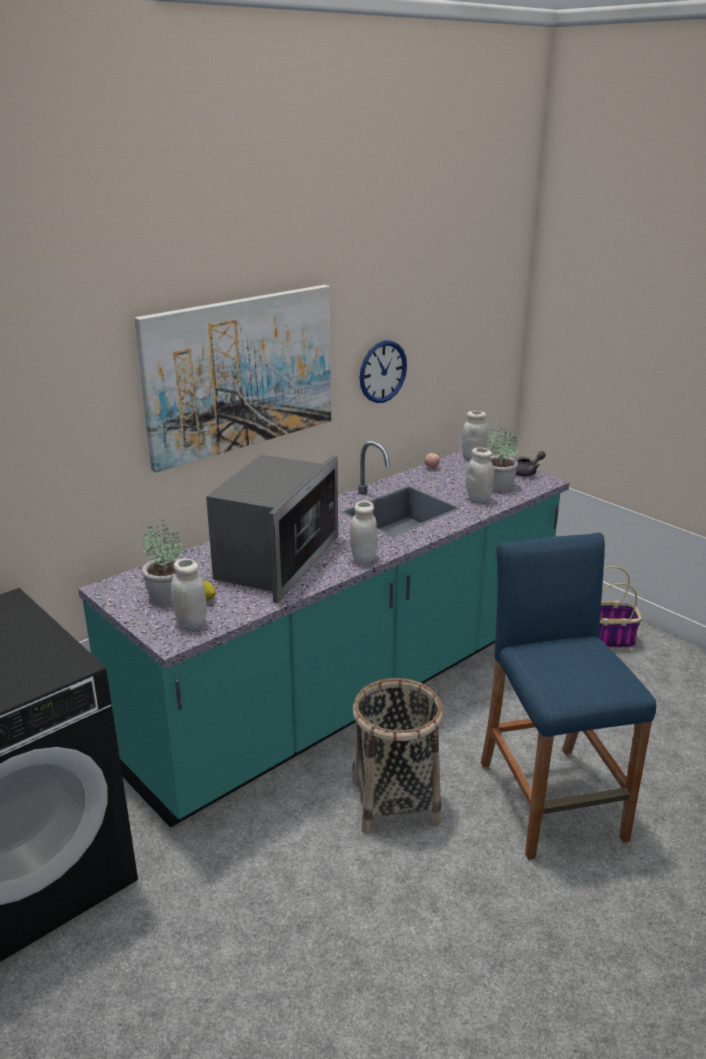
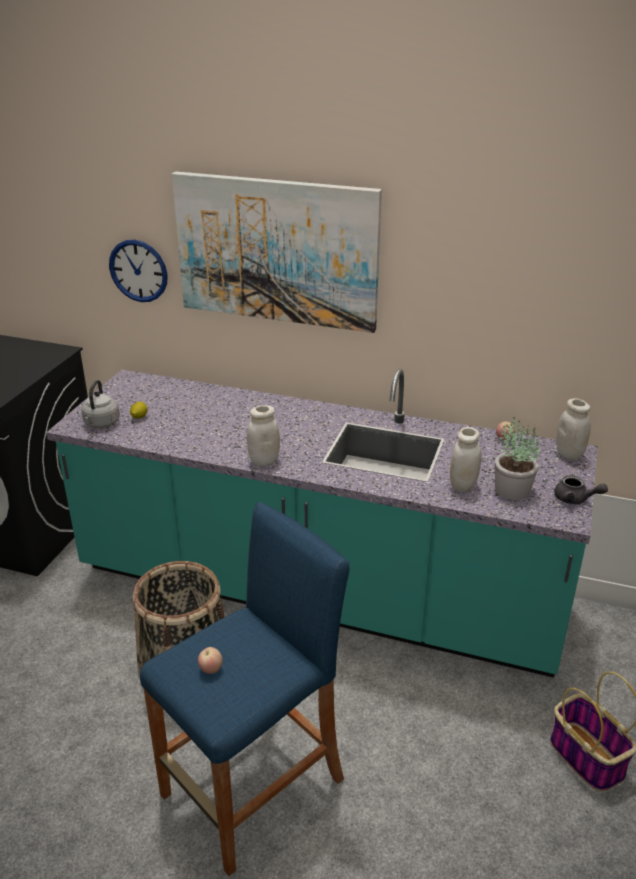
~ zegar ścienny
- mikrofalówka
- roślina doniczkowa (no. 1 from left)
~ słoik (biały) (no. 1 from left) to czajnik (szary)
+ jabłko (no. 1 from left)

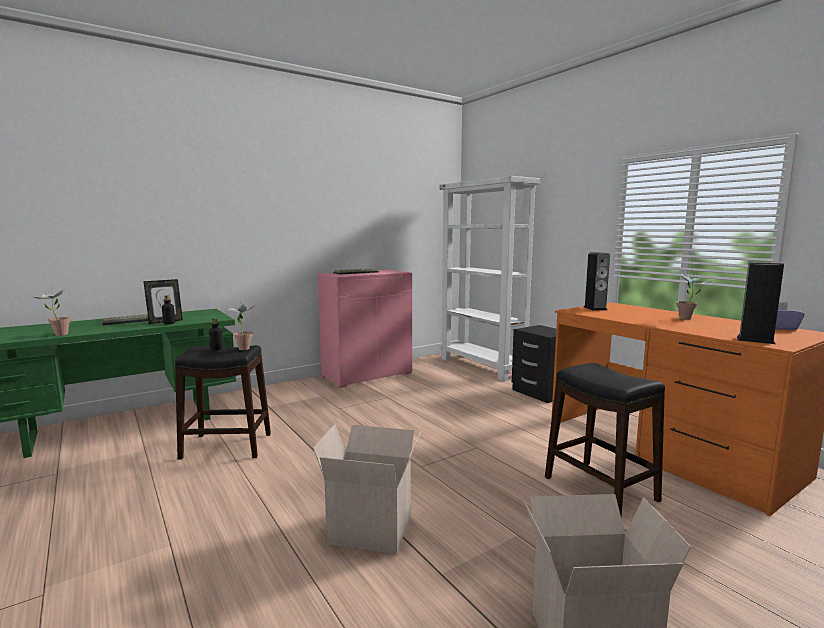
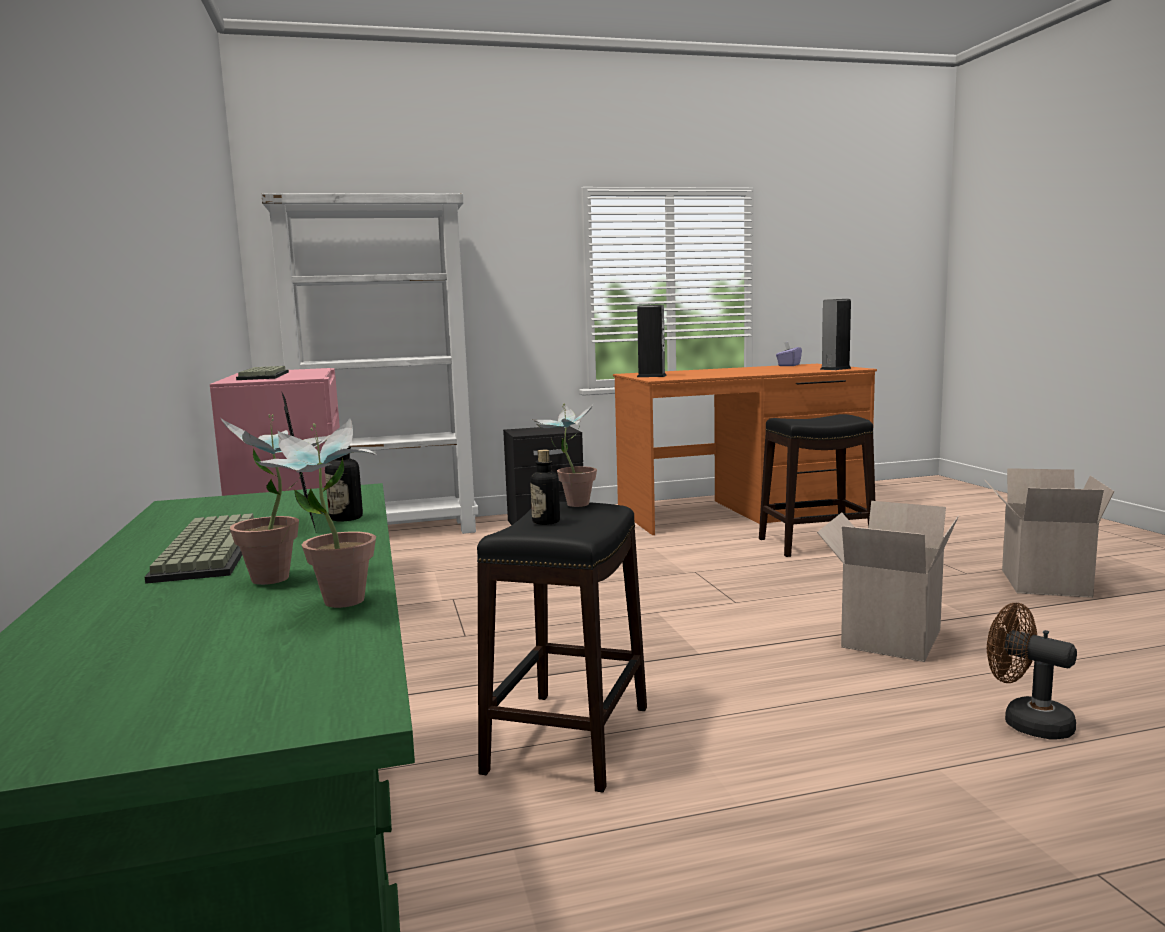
~ roślina doniczkowa (no. 3 from left in the first image) to roślina doniczkowa (no. 1 from left)
+ wentylator (brązowy)

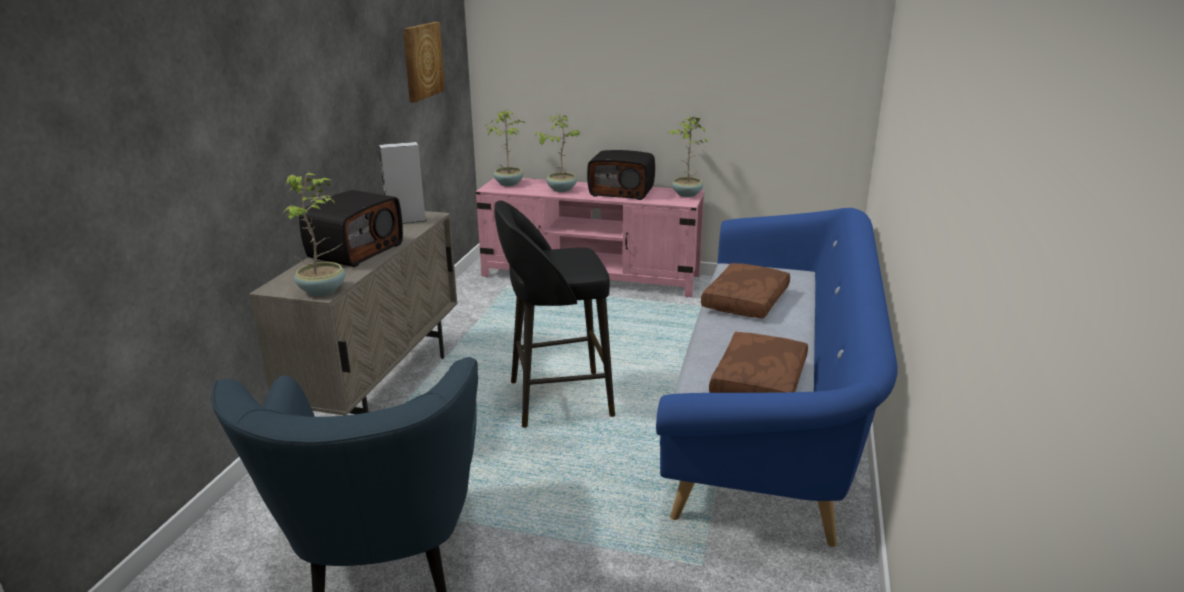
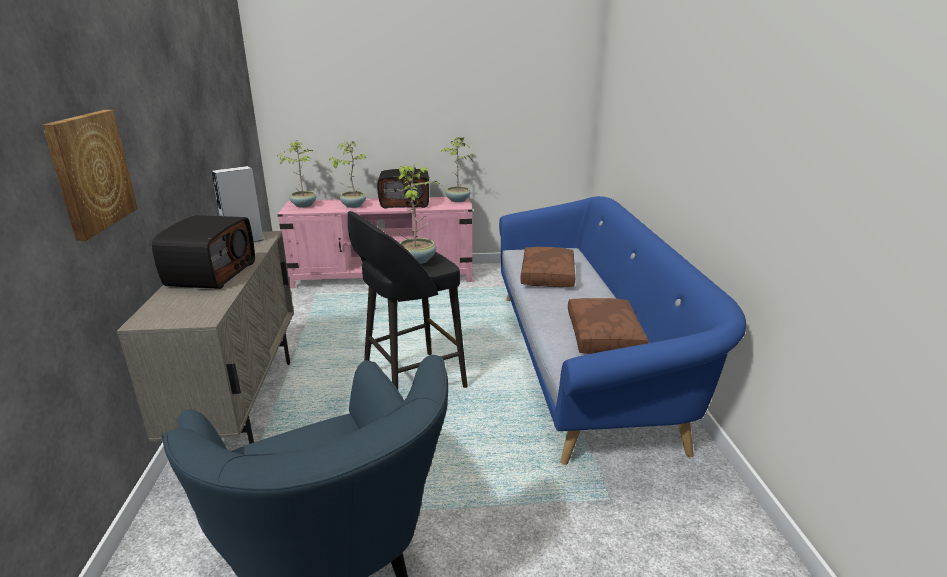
~ obraz
~ roślina doniczkowa (no. 1 from left in the first image) to roślina doniczkowa (no. 3 from left)

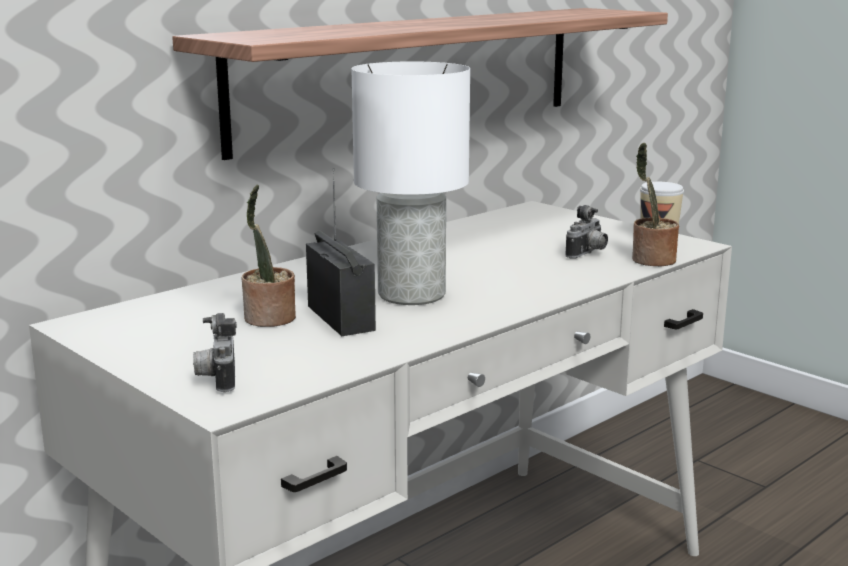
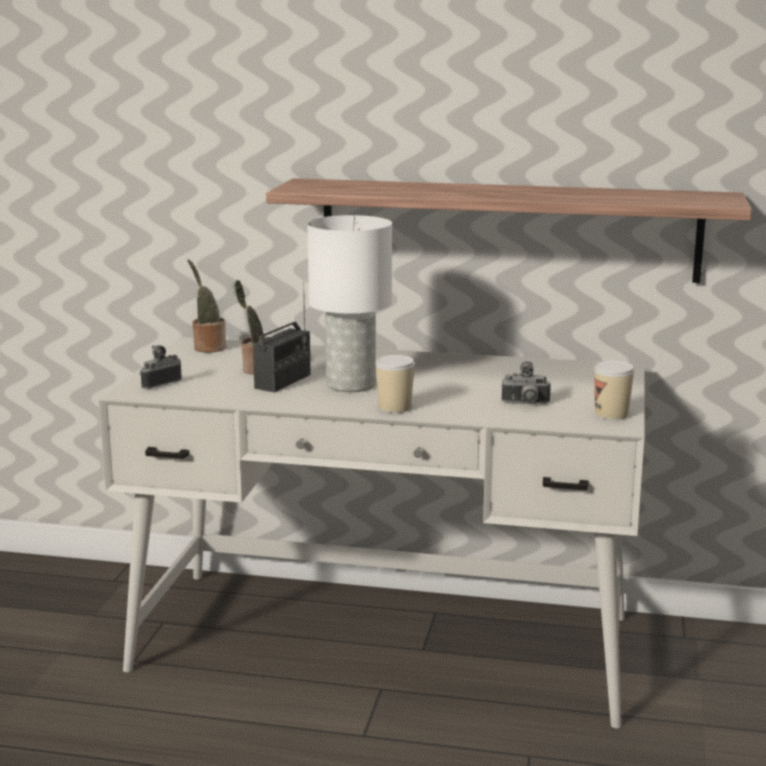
~ roślina doniczkowa (no. 2 from left in the first image) to roślina doniczkowa (no. 1 from left)
+ filiżanka (no. 1 from left)

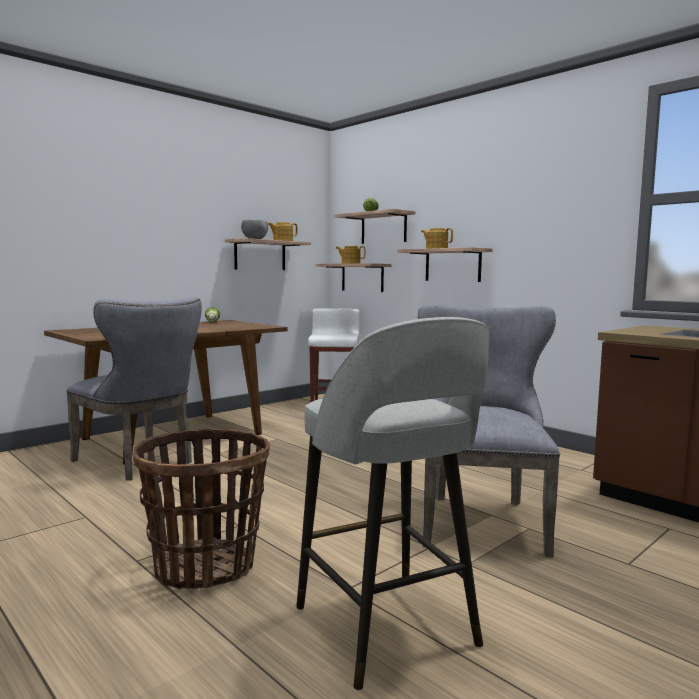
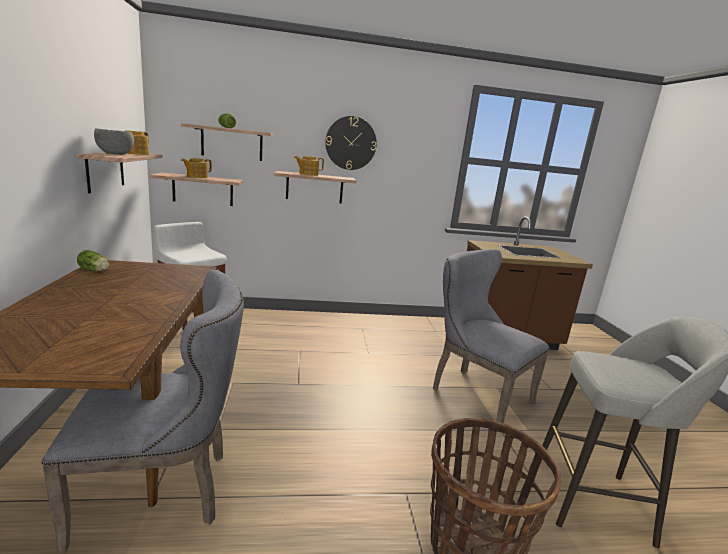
+ zegar ścienny

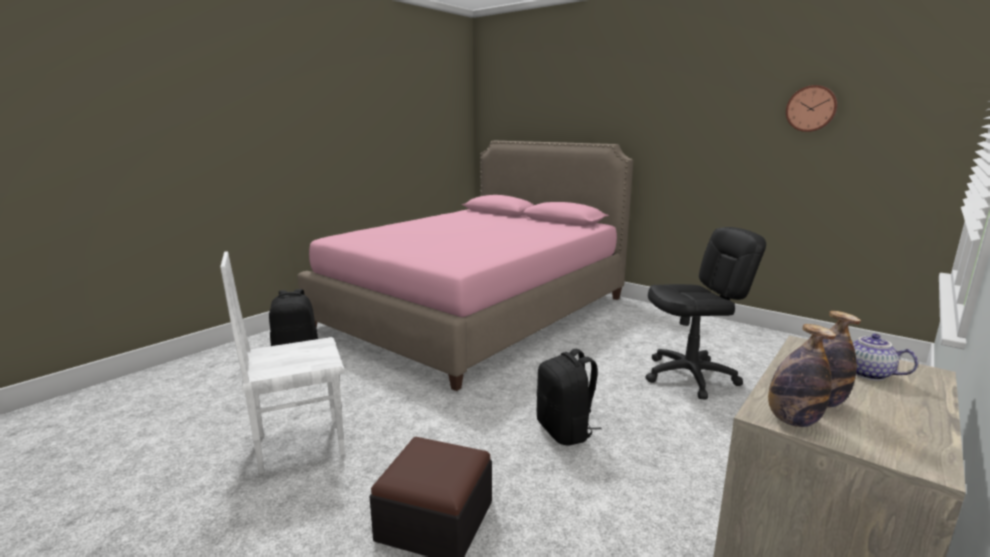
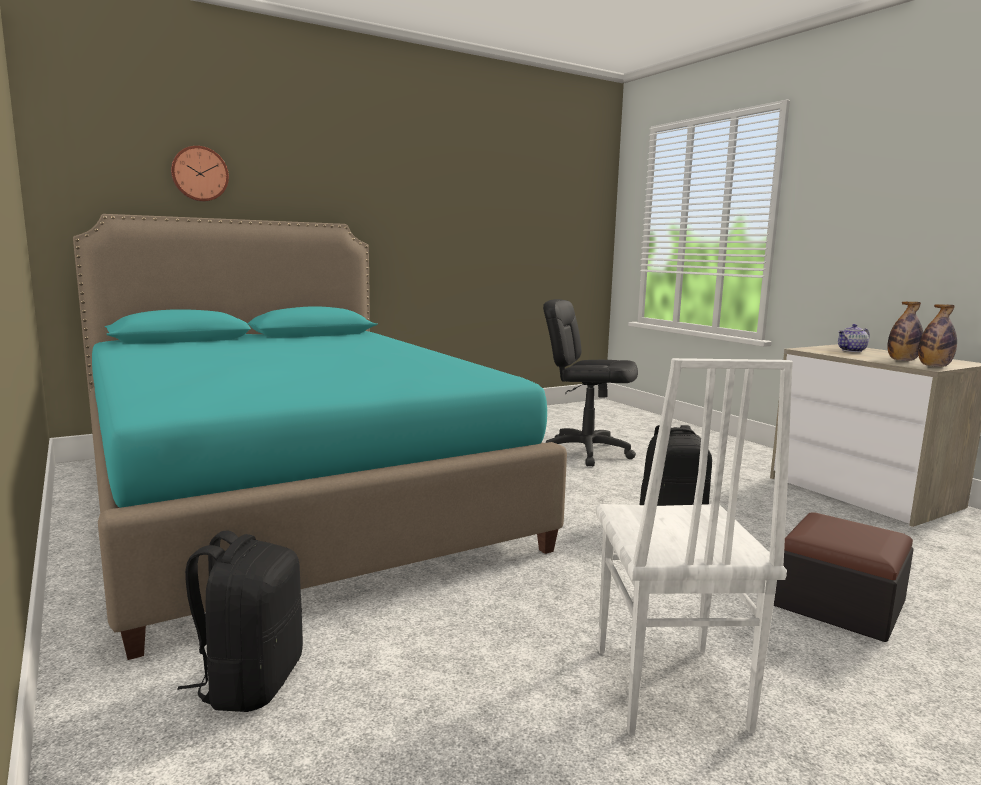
~ zegar ścienny
~ łóżko (różowy) to łóżko (turkusowy)
~ krzesło biurowe (czarny) 75 degrees counterclockwise

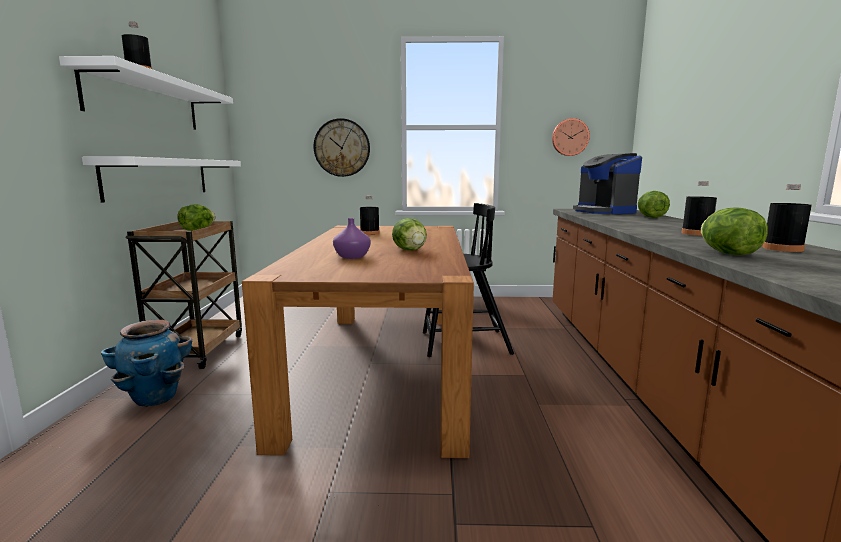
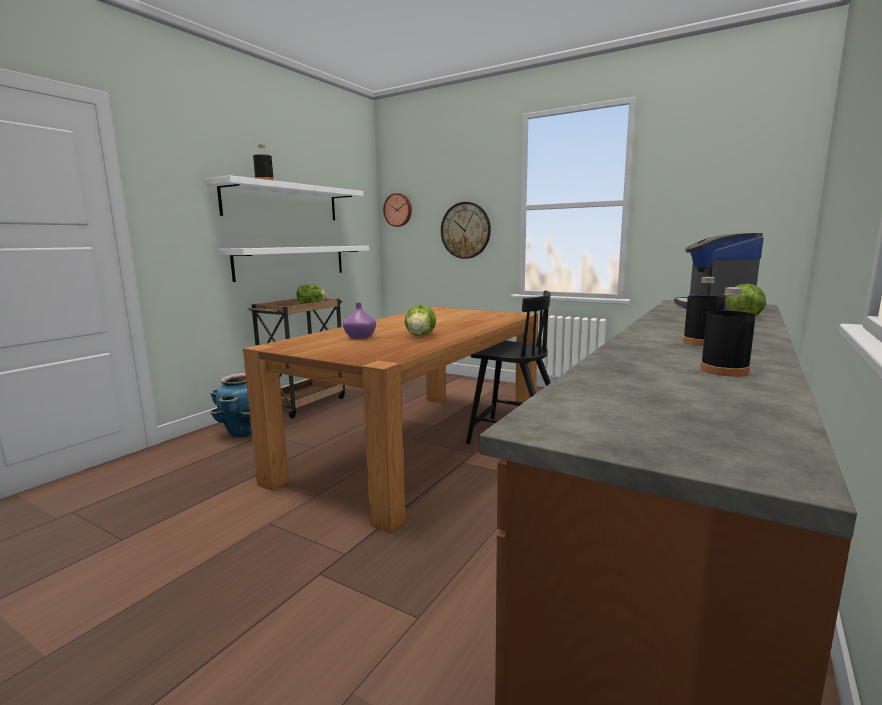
~ zegar ścienny (no. 2 from left in the first image) to zegar ścienny (no. 1 from left)
- butelka (czarny) (no. 2 from left)
- sałata (no. 4 from left)

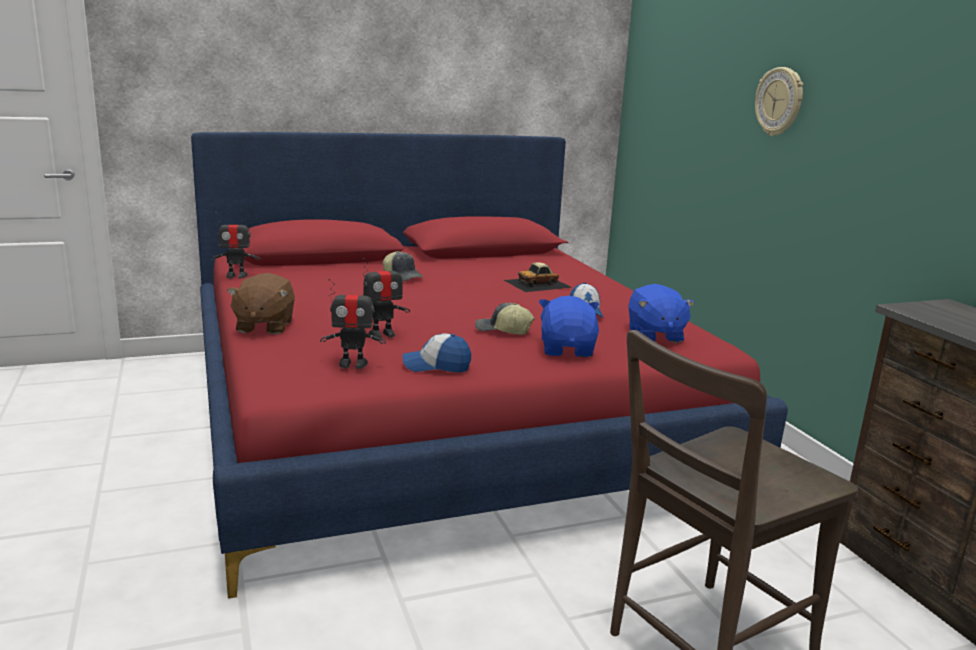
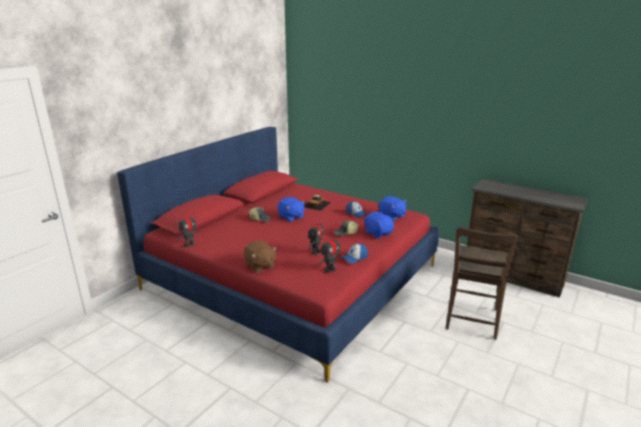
- zegar ścienny
+ pluszak (niebieski) (no. 1 from left)

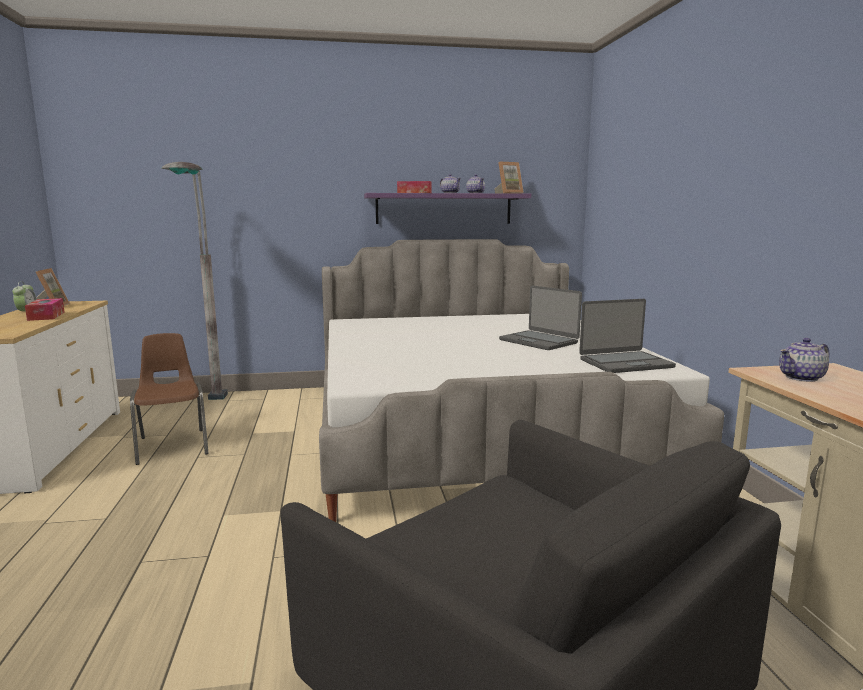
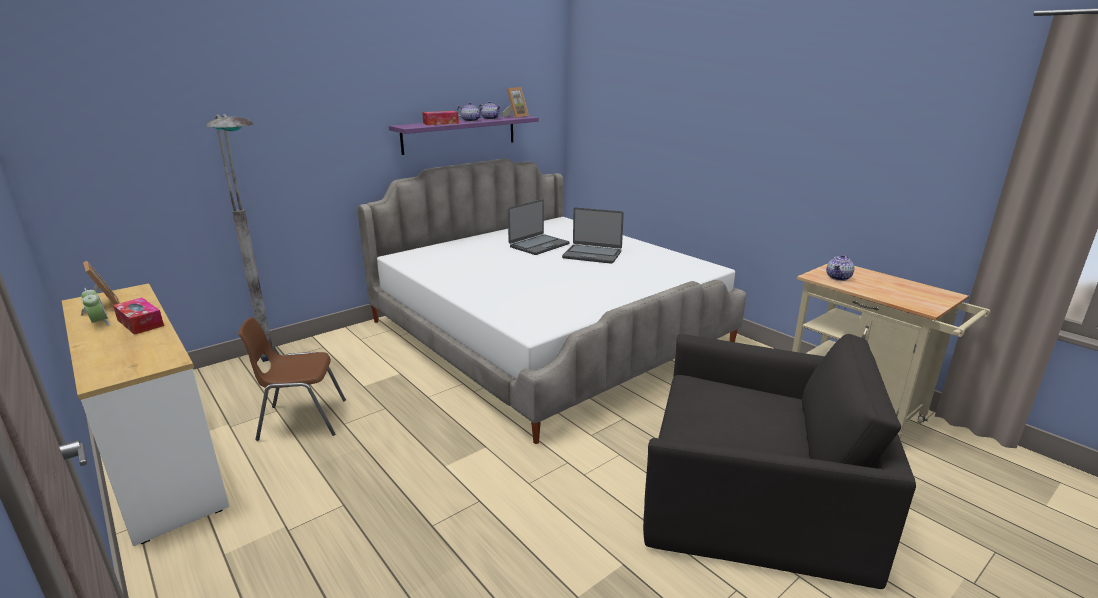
~ laptop (no. 2 from left in the first image) to laptop (no. 1 from left)
~ krzesło (brązowy) 45 degrees counterclockwise

